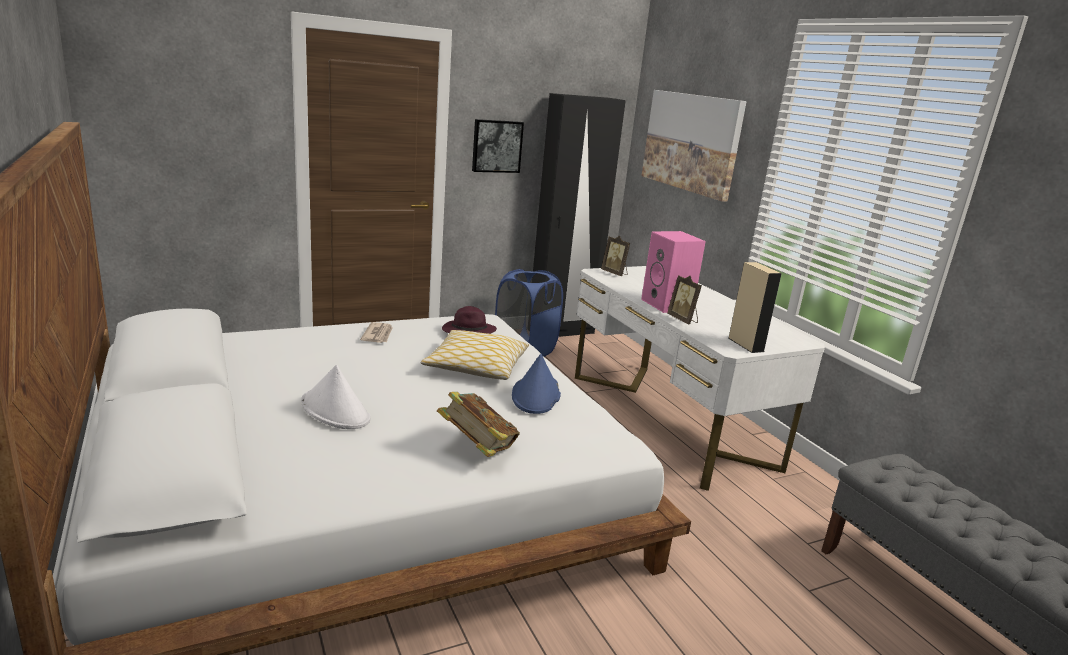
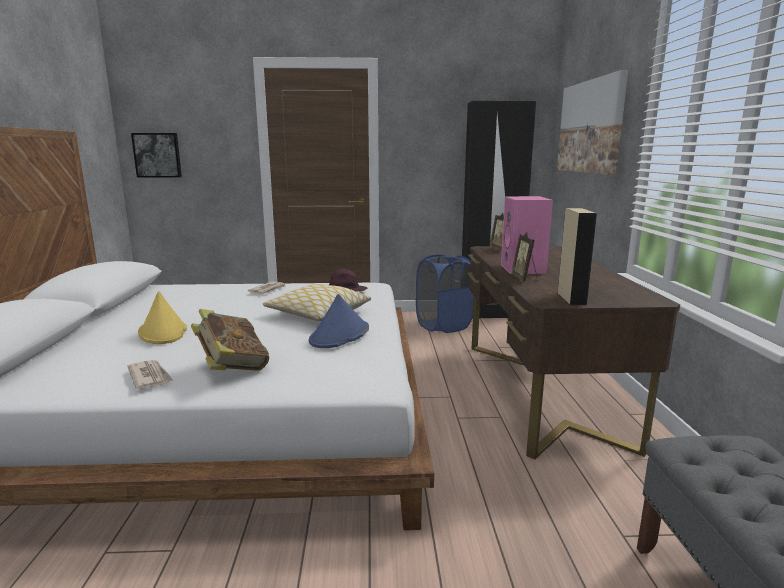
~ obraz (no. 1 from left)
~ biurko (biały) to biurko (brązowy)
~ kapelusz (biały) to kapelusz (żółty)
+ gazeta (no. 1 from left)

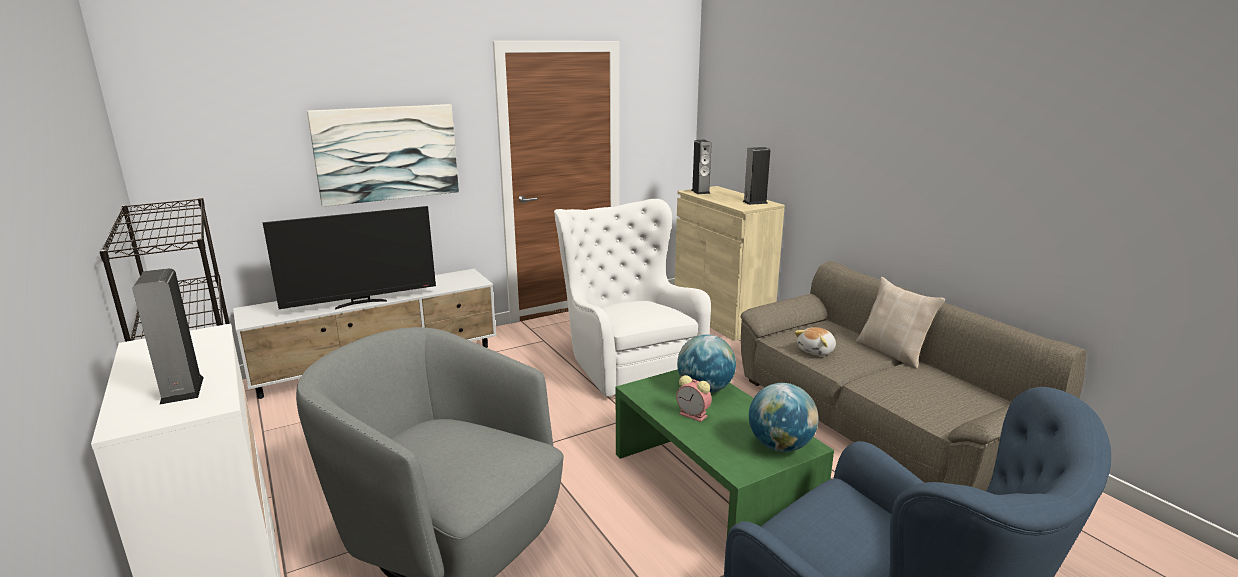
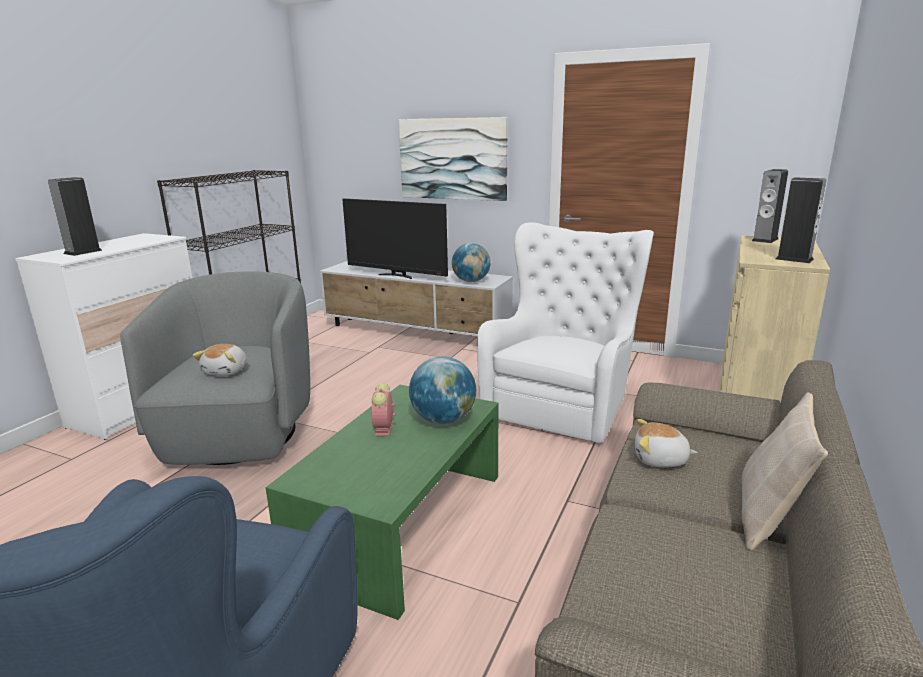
~ globus (no. 2 from left)
+ pluszak (no. 1 from left)

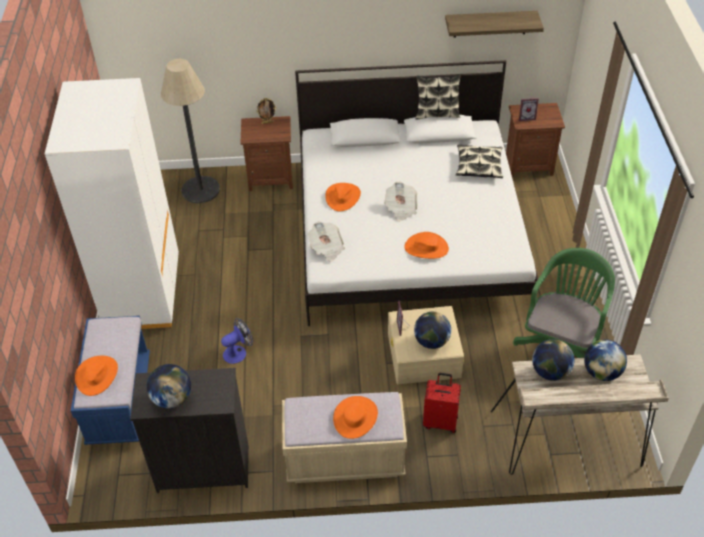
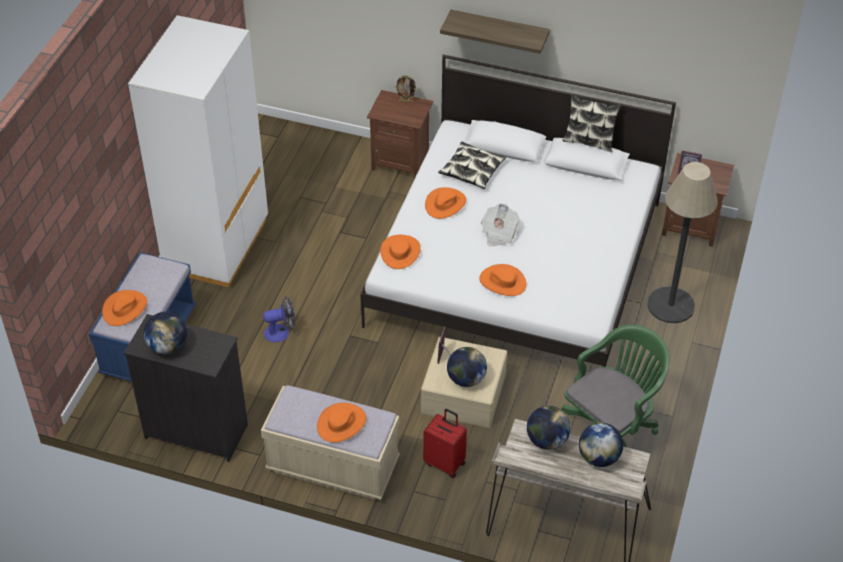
~ półka
~ lampa stojąca
~ poduszka (no. 2 from left in the first image) to poduszka (no. 1 from left)
~ gazeta (no. 1 from left) to kapelusz (pomarańczowy) (no. 3 from left)

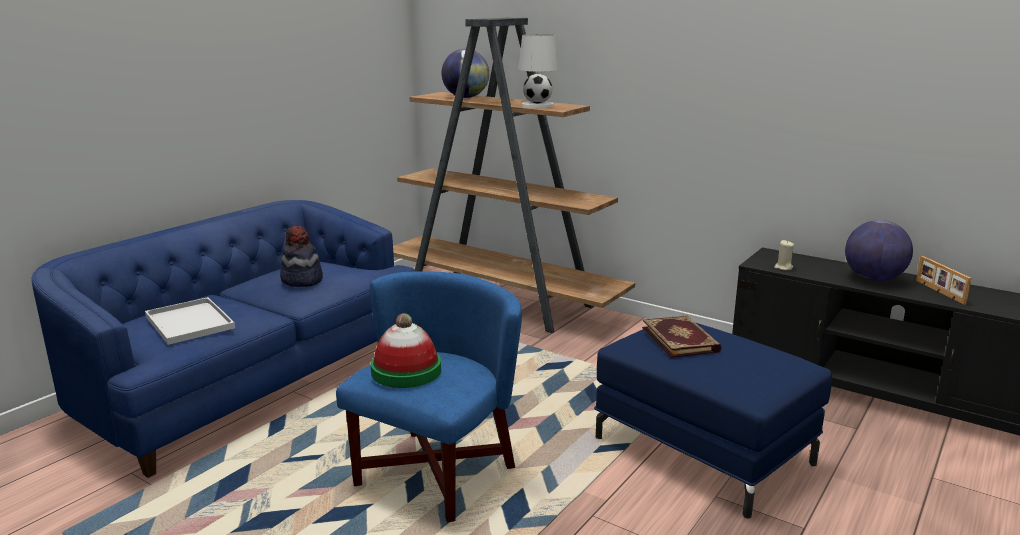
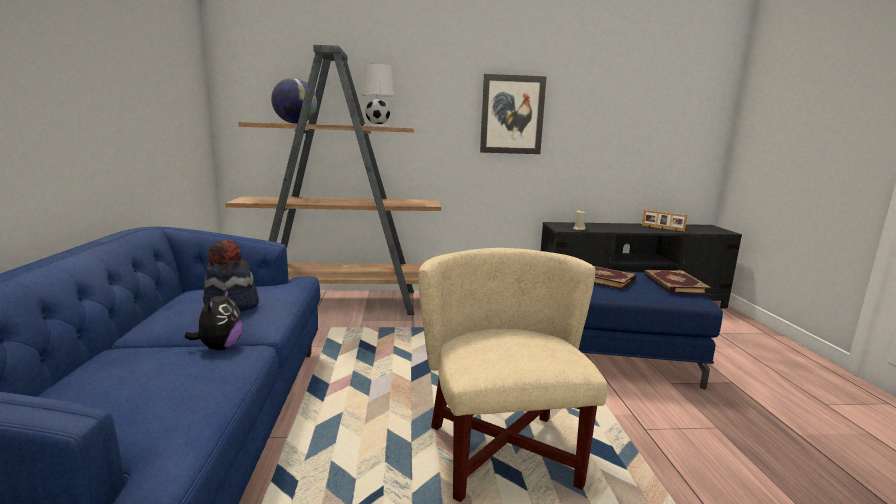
- globus (no. 2 from left)
~ fotel (niebieski) to fotel (beżowy)
- taca (biały)
- kapelusz (no. 2 from left)
+ obraz
+ książka (no. 2 from left)
+ pluszak

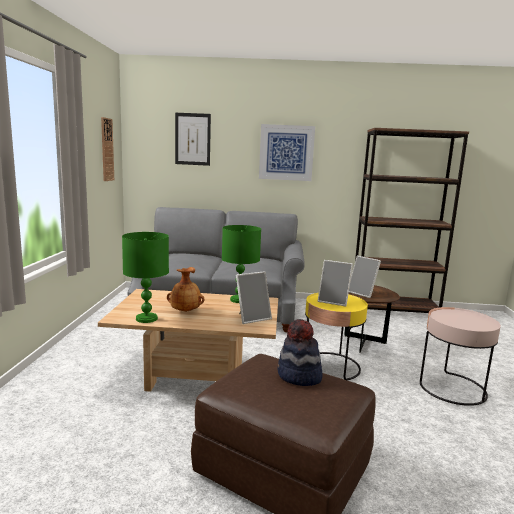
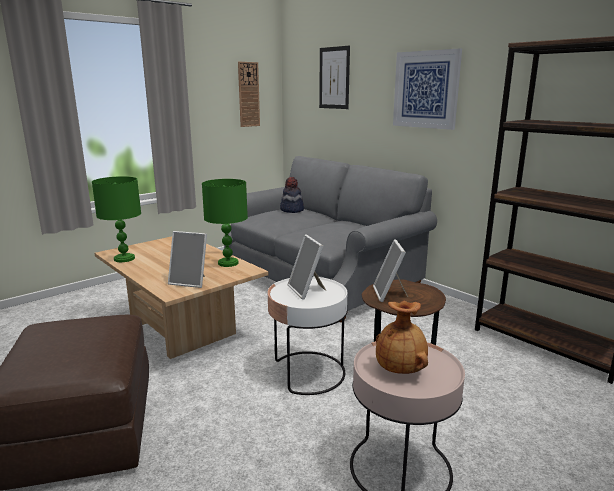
~ wazon (brązowy)
~ stolik (żółty) to stolik (biały)
~ kapelusz

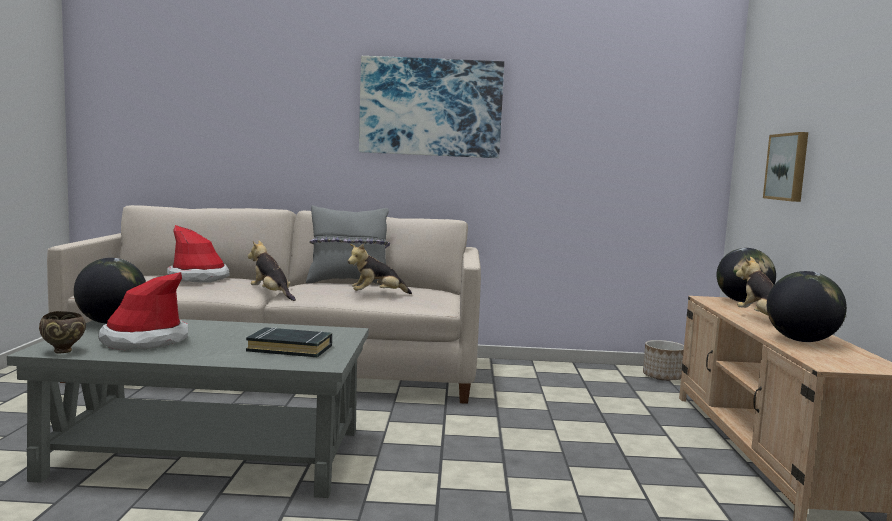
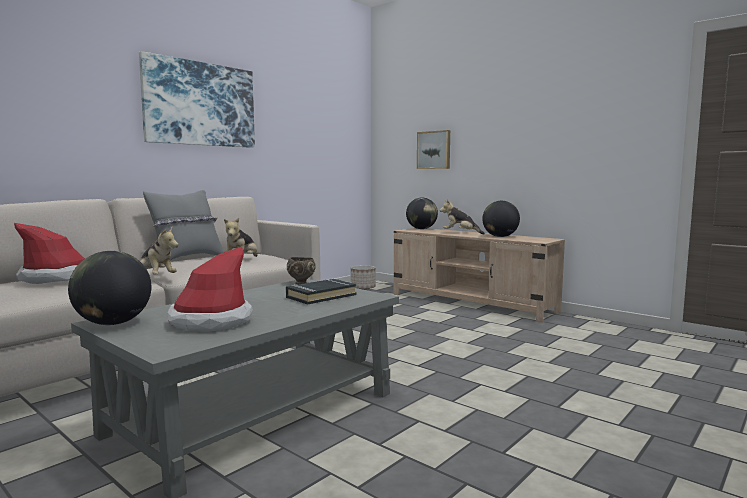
~ pluszak (no. 1 from left) 135 degrees counterclockwise
~ miska (brązowy)

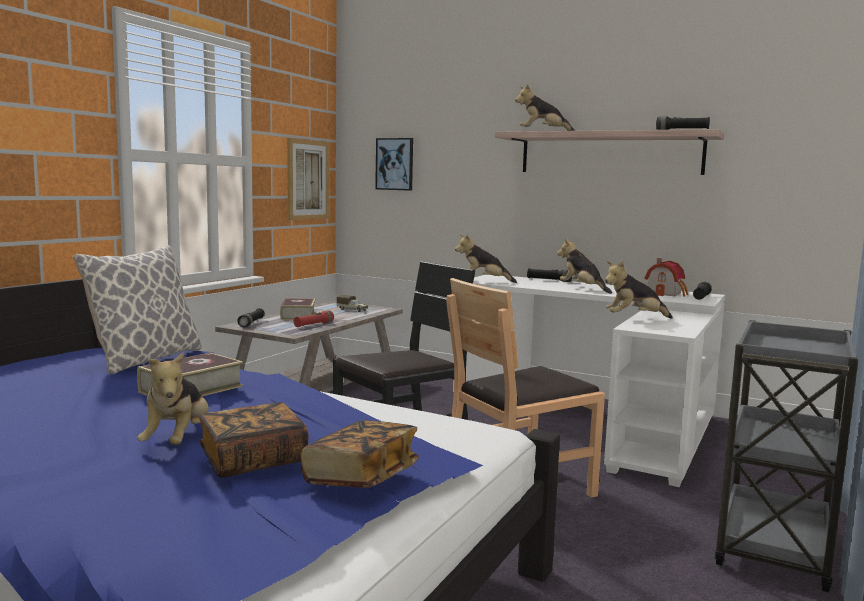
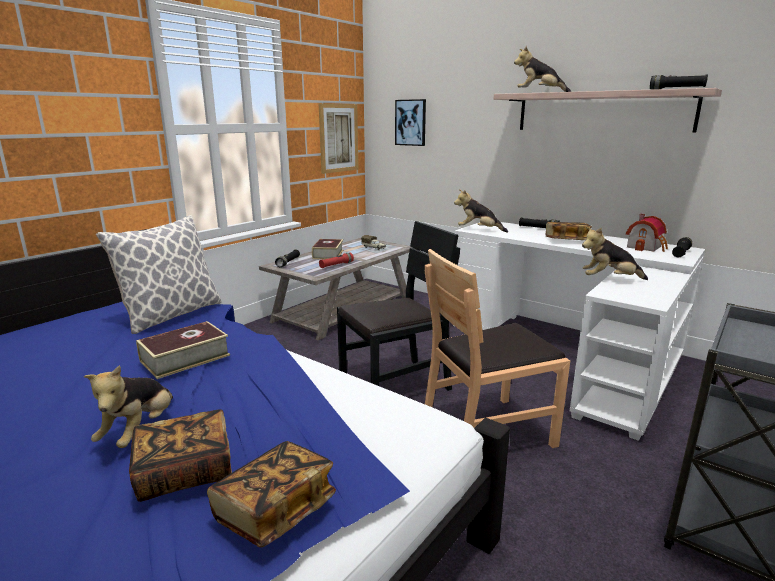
~ pluszak (no. 4 from left) to książka (no. 5 from left)

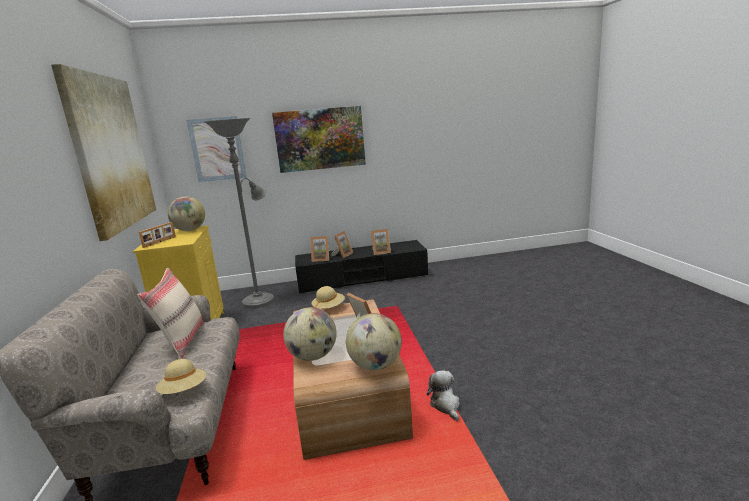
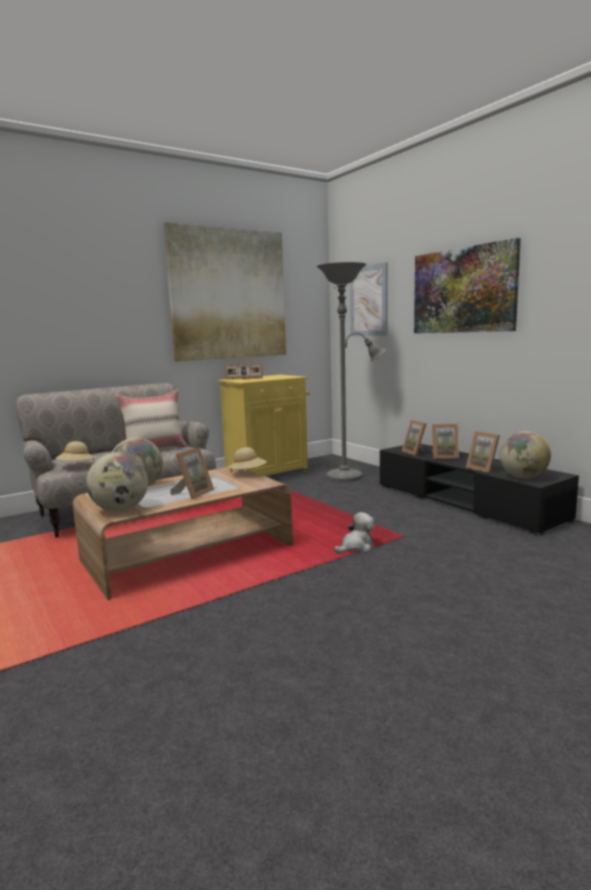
~ globus (no. 1 from left in the first image) to globus (no. 3 from left)
~ pluszak

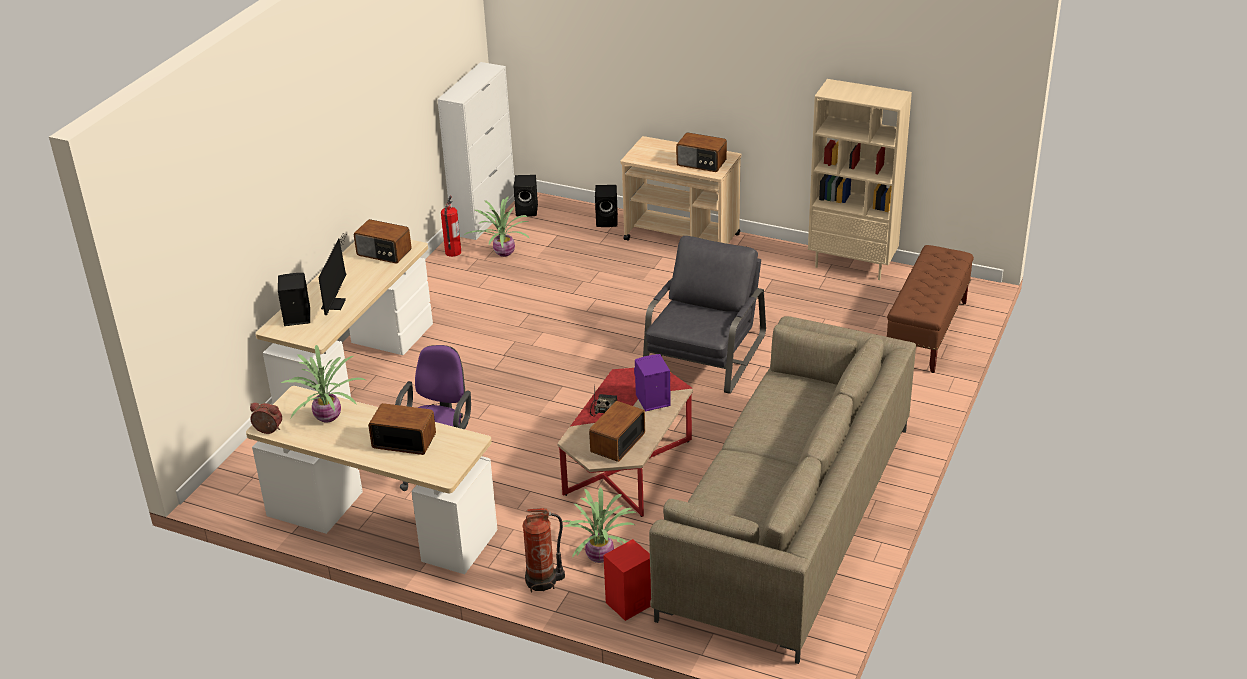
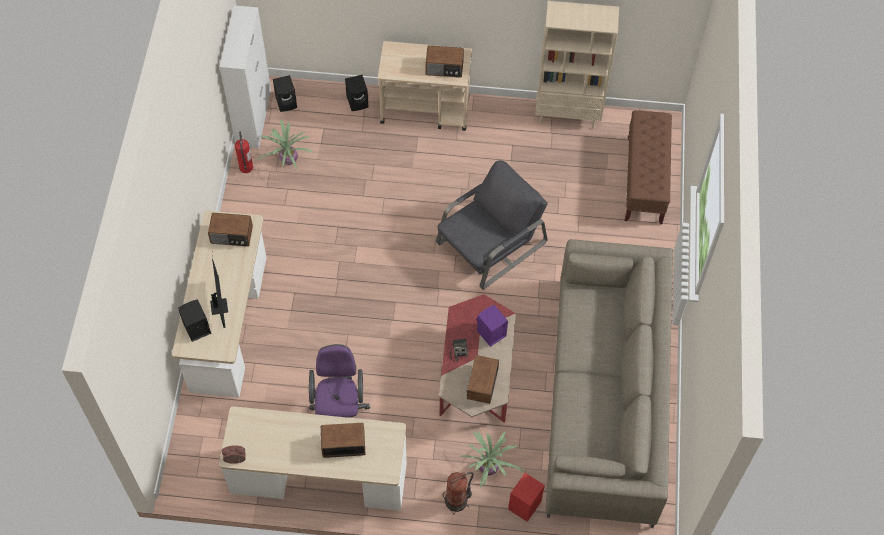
~ fotel (szary) 45 degrees clockwise
- roślina doniczkowa (no. 1 from left)

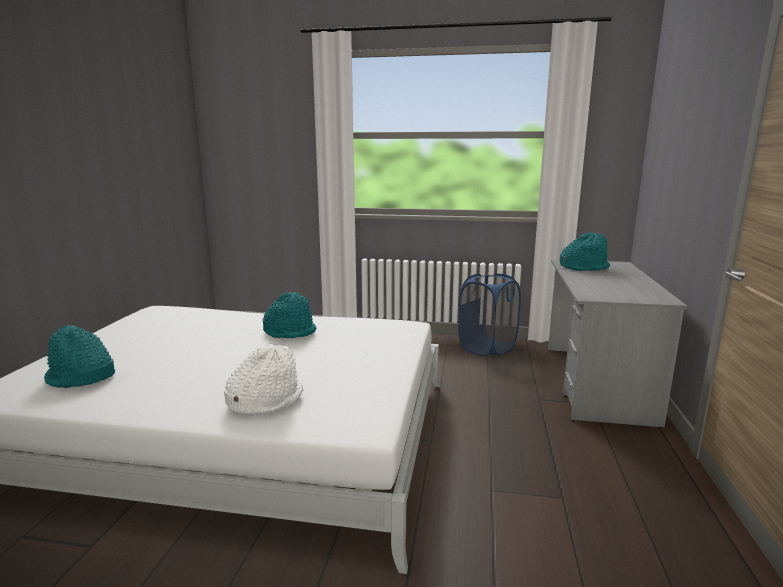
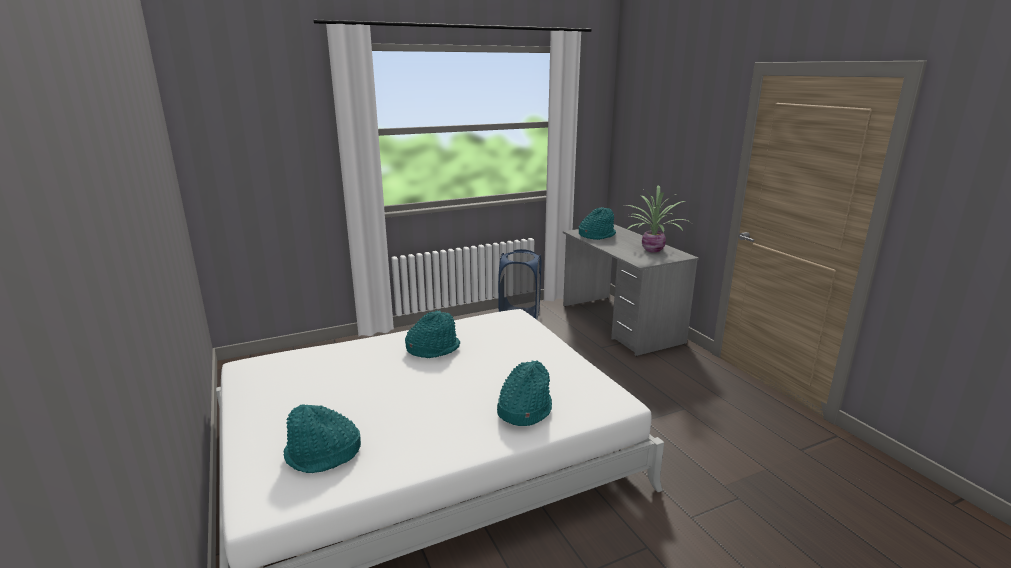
~ kapelusz (biały) to kapelusz (turkusowy) (no. 3 from left)
+ roślina doniczkowa

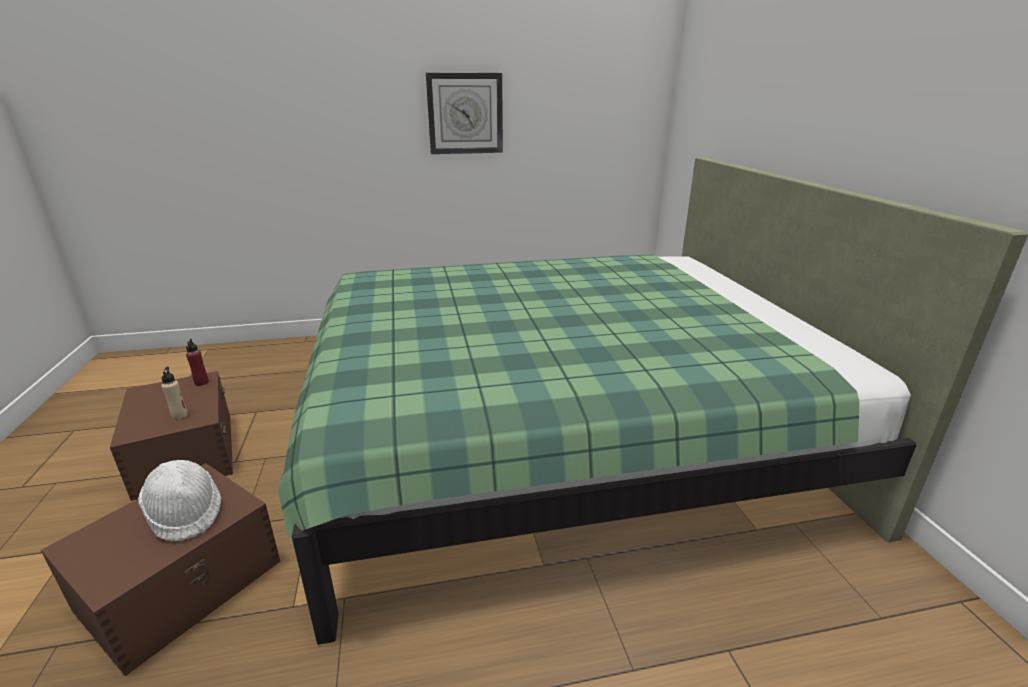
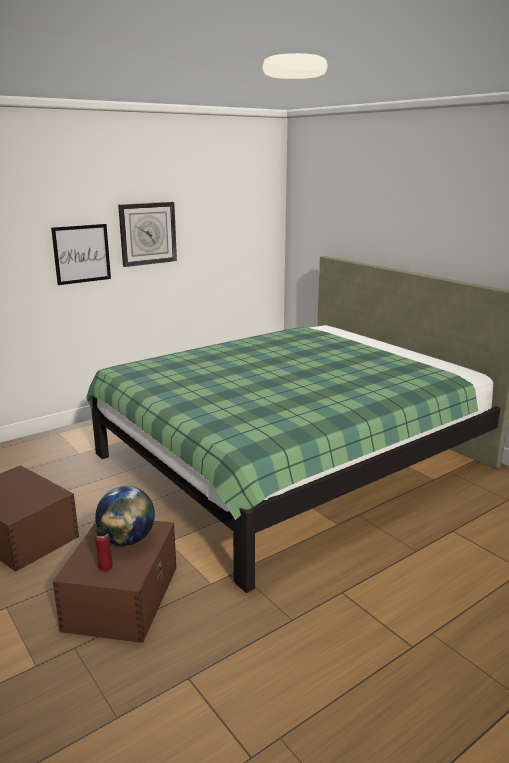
~ butelka (czerwony)
- butelka (beżowy)
~ kapelusz (biały) to globus
+ obraz

